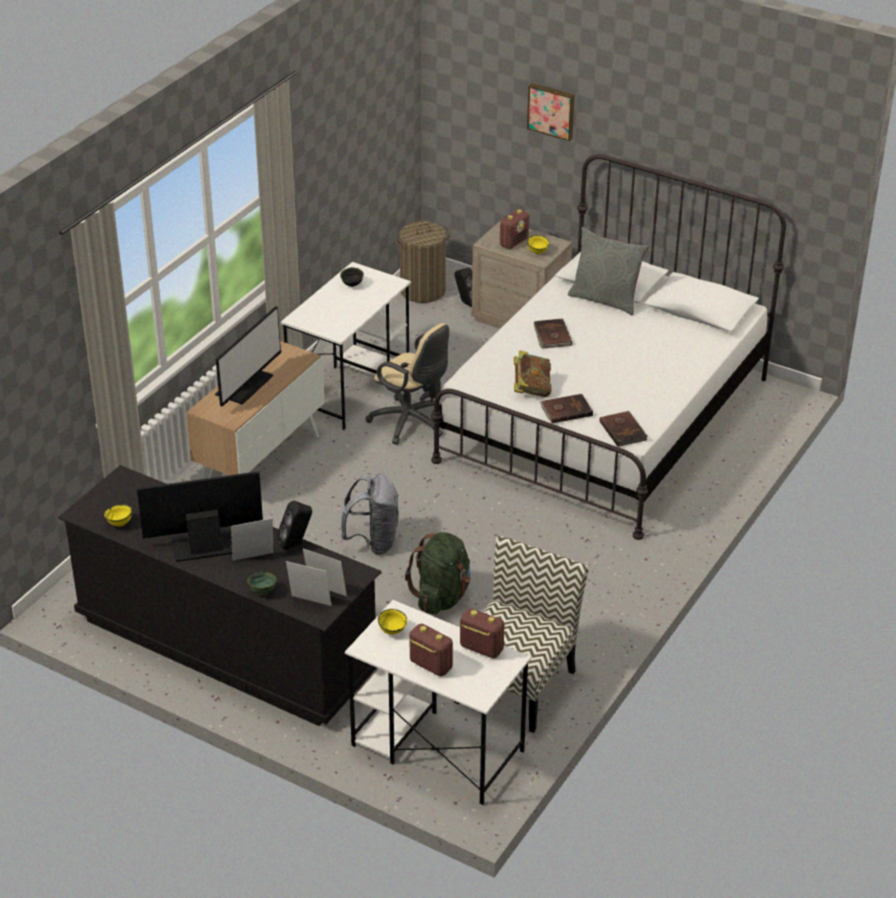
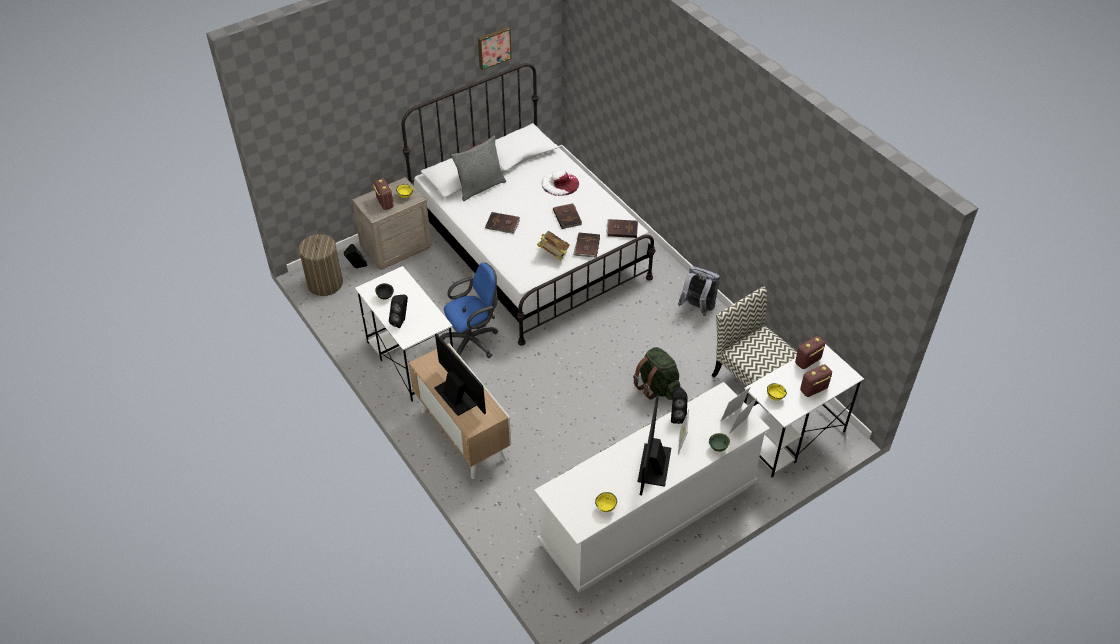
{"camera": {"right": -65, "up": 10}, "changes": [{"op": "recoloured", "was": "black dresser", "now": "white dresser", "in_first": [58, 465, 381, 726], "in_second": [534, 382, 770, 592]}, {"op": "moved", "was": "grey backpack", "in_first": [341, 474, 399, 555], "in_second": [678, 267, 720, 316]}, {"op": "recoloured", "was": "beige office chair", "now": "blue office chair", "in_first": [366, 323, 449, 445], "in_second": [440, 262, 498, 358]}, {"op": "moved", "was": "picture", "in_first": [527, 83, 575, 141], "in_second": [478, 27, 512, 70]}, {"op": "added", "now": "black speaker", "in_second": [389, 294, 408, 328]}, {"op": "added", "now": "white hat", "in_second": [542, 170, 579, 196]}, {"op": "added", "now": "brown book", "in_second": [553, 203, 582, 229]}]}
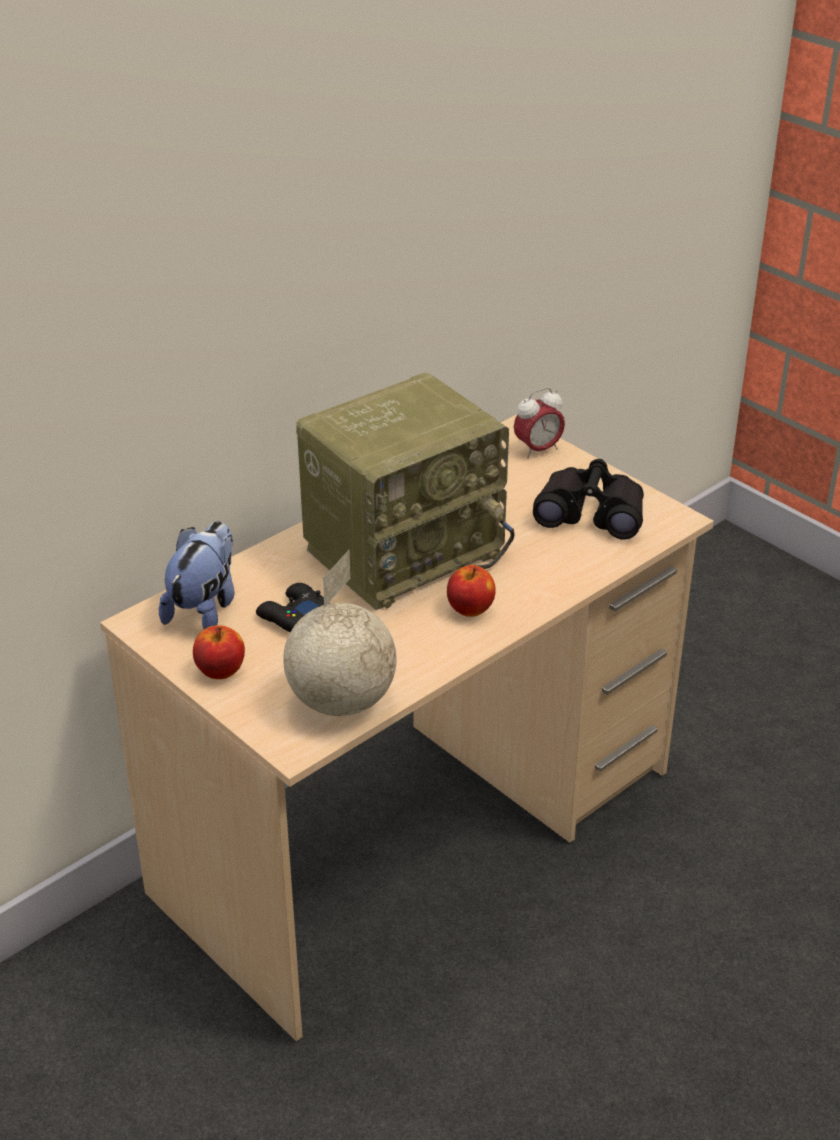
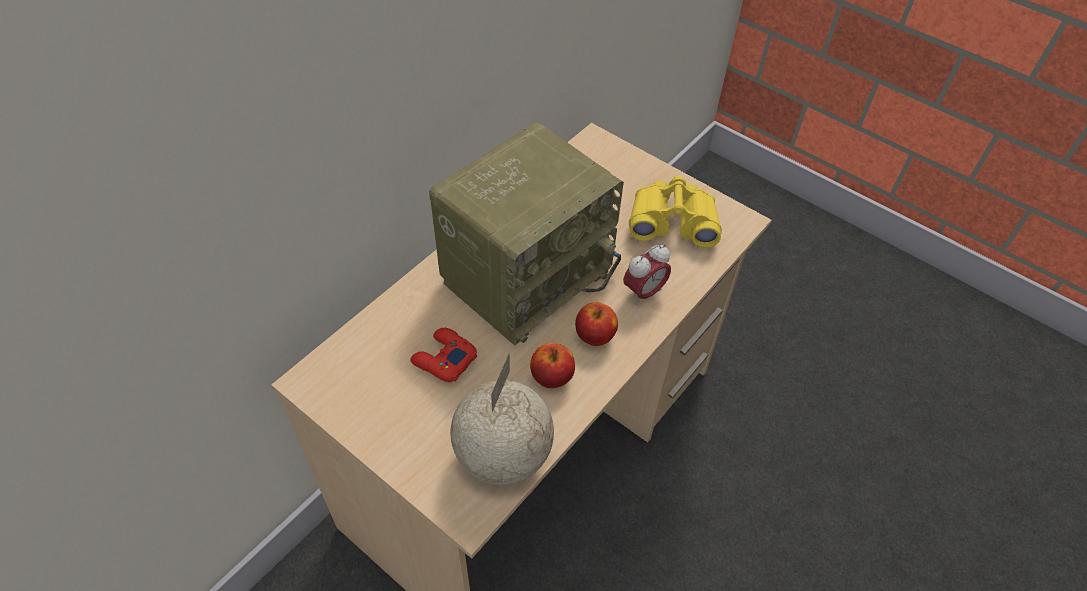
{"camera": {"right": -10, "up": 15}, "changes": [{"op": "removed", "was": "plush toy", "in_first": [159, 521, 235, 629]}, {"op": "moved", "was": "apple", "in_first": [193, 625, 245, 679], "in_second": [530, 343, 575, 388]}, {"op": "recoloured", "was": "black game controller", "now": "red game controller", "in_first": [256, 583, 330, 632], "in_second": [410, 328, 477, 382]}, {"op": "moved", "was": "alarm clock", "in_first": [514, 387, 565, 459], "in_second": [623, 244, 671, 305]}, {"op": "recoloured", "was": "black binoculars", "now": "yellow binoculars", "in_first": [533, 459, 644, 539], "in_second": [629, 176, 722, 248]}]}
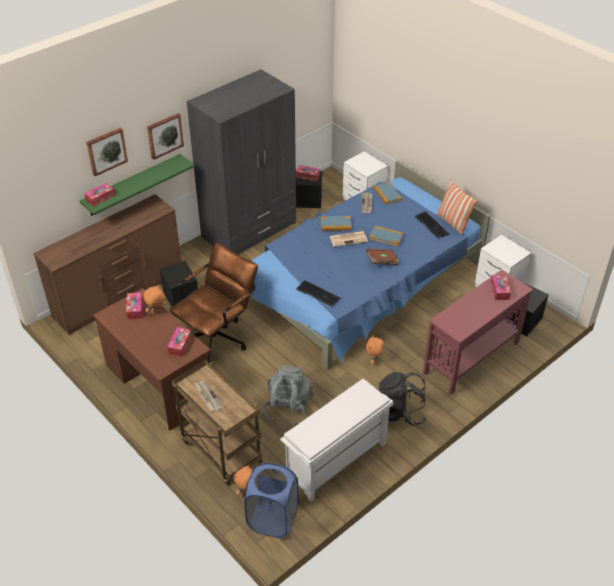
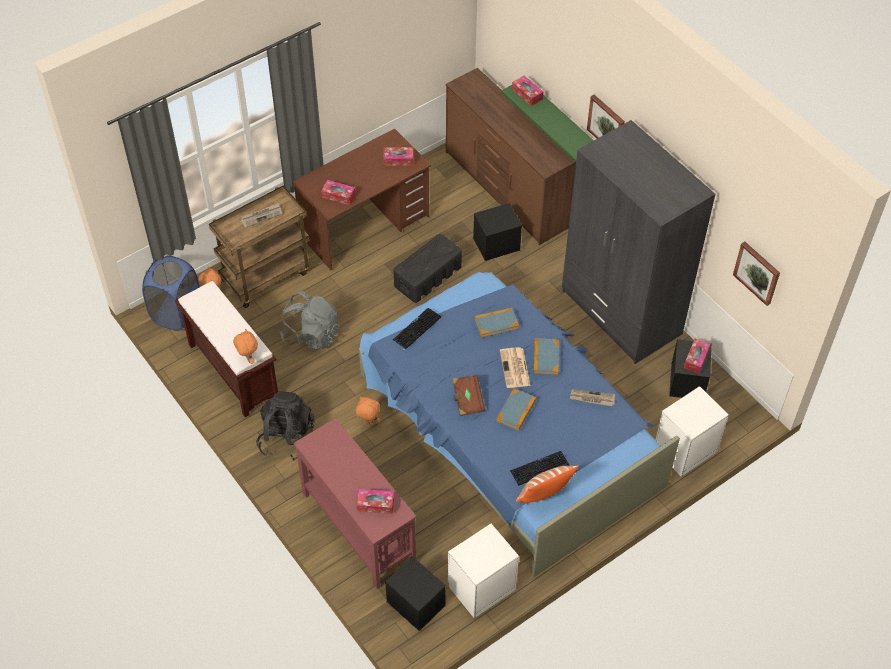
{"camera": {"right": 95, "up": 10}, "changes": [{"op": "moved", "was": "picture", "in_first": [86, 128, 128, 176], "in_second": [733, 241, 780, 306]}, {"op": "moved", "was": "orange plush toy", "in_first": [143, 285, 166, 315], "in_second": [233, 329, 258, 364]}, {"op": "replaced", "was": "brown office chair", "now": "black storage box", "in_first": [169, 242, 258, 363], "in_second": [394, 234, 462, 303]}, {"op": "recoloured", "was": "white bench", "now": "brown bench", "in_first": [280, 379, 393, 502], "in_second": [175, 281, 278, 417]}, {"op": "moved", "was": "book", "in_first": [374, 182, 402, 205], "in_second": [474, 308, 519, 337]}]}
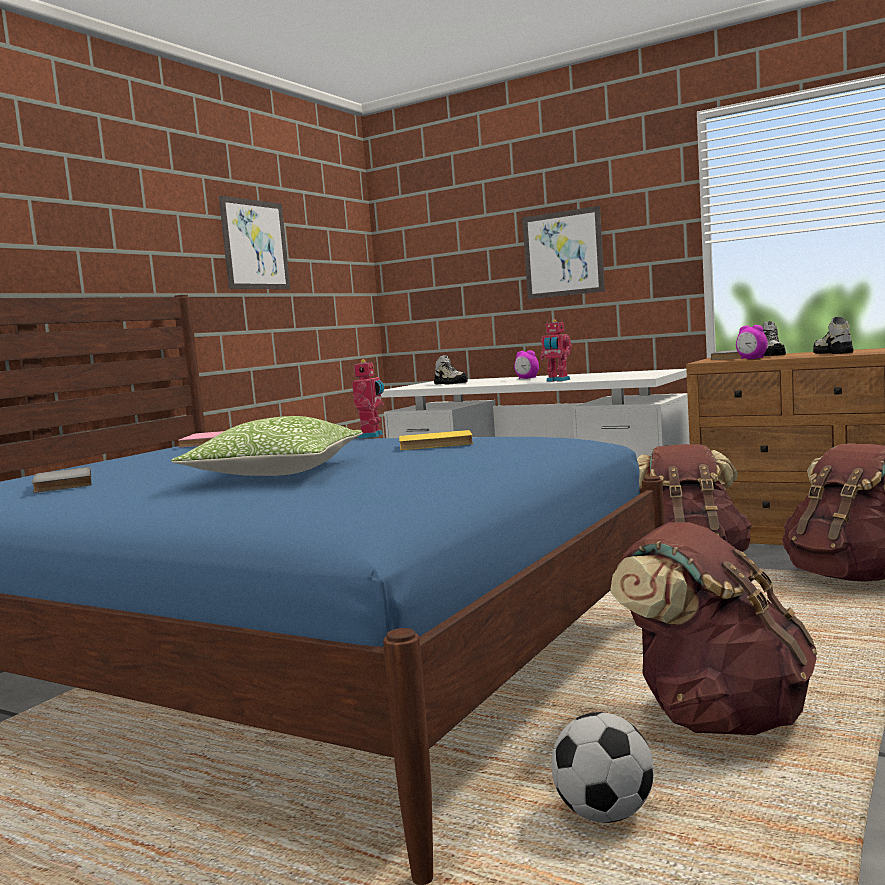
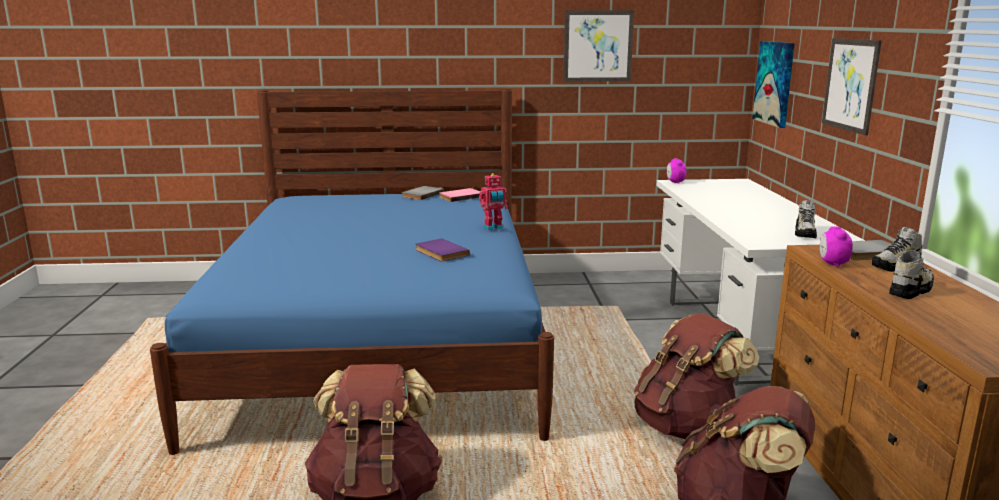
{"camera": {"right": 55, "up": 10}, "changes": [{"op": "moved", "was": "grey book", "in_first": [32, 467, 91, 493], "in_second": [402, 186, 444, 200]}, {"op": "removed", "was": "pillow", "in_first": [171, 416, 363, 476]}, {"op": "recoloured", "was": "yellow book", "now": "purple book", "in_first": [399, 430, 473, 450], "in_second": [416, 239, 470, 262]}, {"op": "moved", "was": "shoe", "in_first": [434, 355, 468, 384], "in_second": [795, 200, 817, 238]}, {"op": "moved", "was": "alarm clock", "in_first": [514, 350, 539, 379], "in_second": [667, 158, 686, 184]}, {"op": "removed", "was": "toy robot", "in_first": [540, 319, 572, 382]}, {"op": "removed", "was": "football", "in_first": [551, 712, 654, 823]}, {"op": "added", "now": "picture", "in_second": [752, 41, 795, 128]}]}
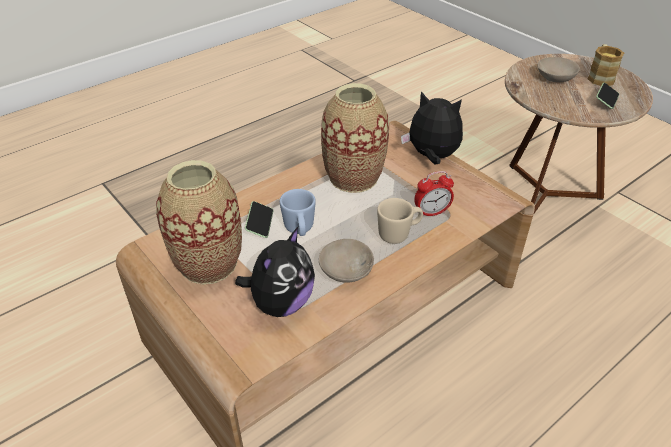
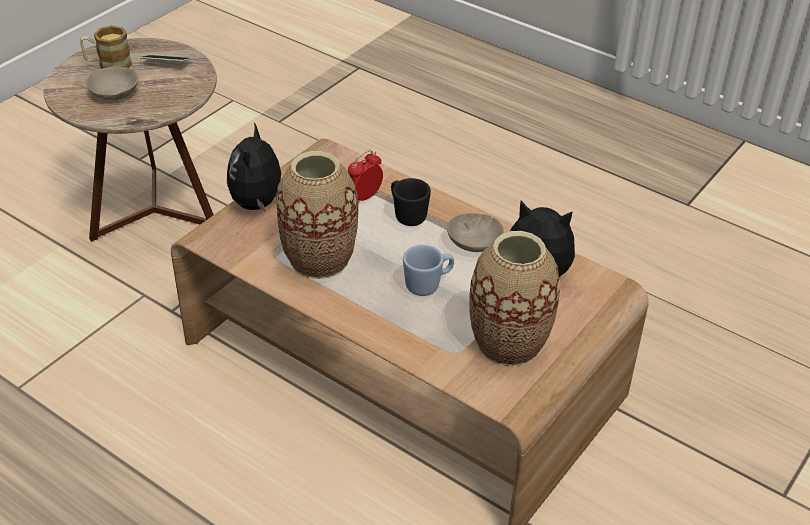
{"camera": {"right": -105, "up": 0}, "changes": [{"op": "removed", "was": "phone", "in_first": [245, 201, 274, 238]}, {"op": "recoloured", "was": "beige mug", "now": "black mug", "in_first": [377, 198, 423, 244], "in_second": [391, 178, 431, 226]}, {"op": "turned", "was": "alarm clock", "in_first": [414, 171, 454, 216], "in_second": [348, 150, 383, 204], "clockwise": -105}]}
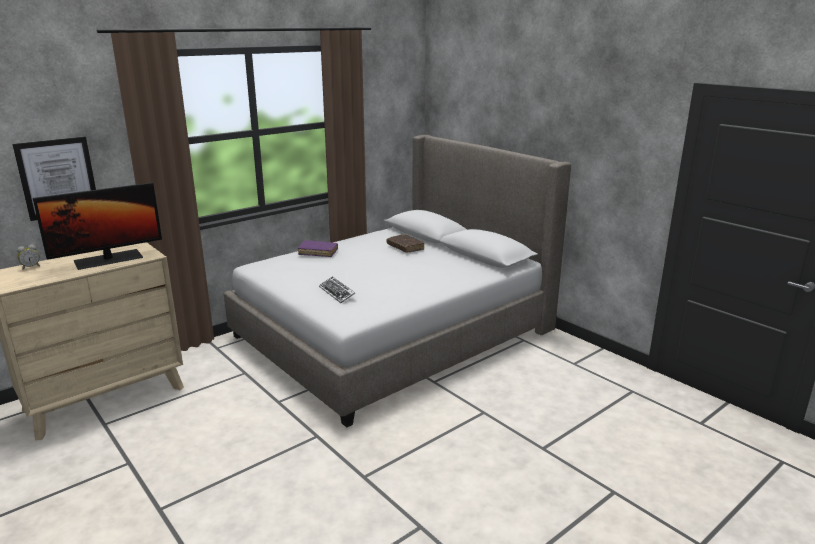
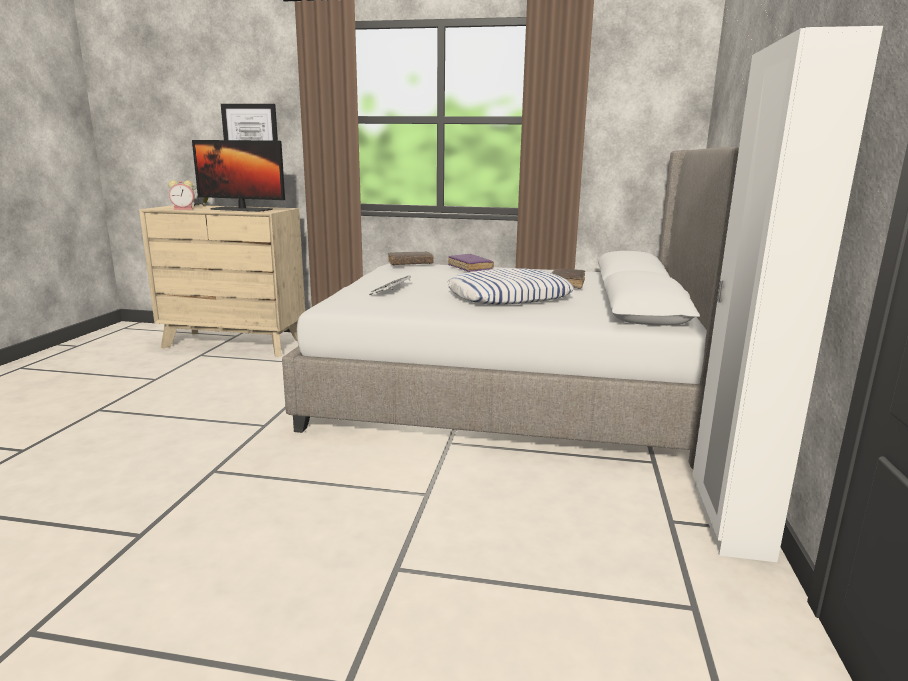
{"camera": {"right": 50, "up": -5}, "changes": [{"op": "added", "now": "alarm clock", "in_second": [168, 180, 195, 210]}, {"op": "added", "now": "brown book", "in_second": [388, 251, 434, 265]}, {"op": "added", "now": "pillow", "in_second": [447, 268, 574, 305]}, {"op": "added", "now": "white wardrobe", "in_second": [692, 26, 883, 562]}]}
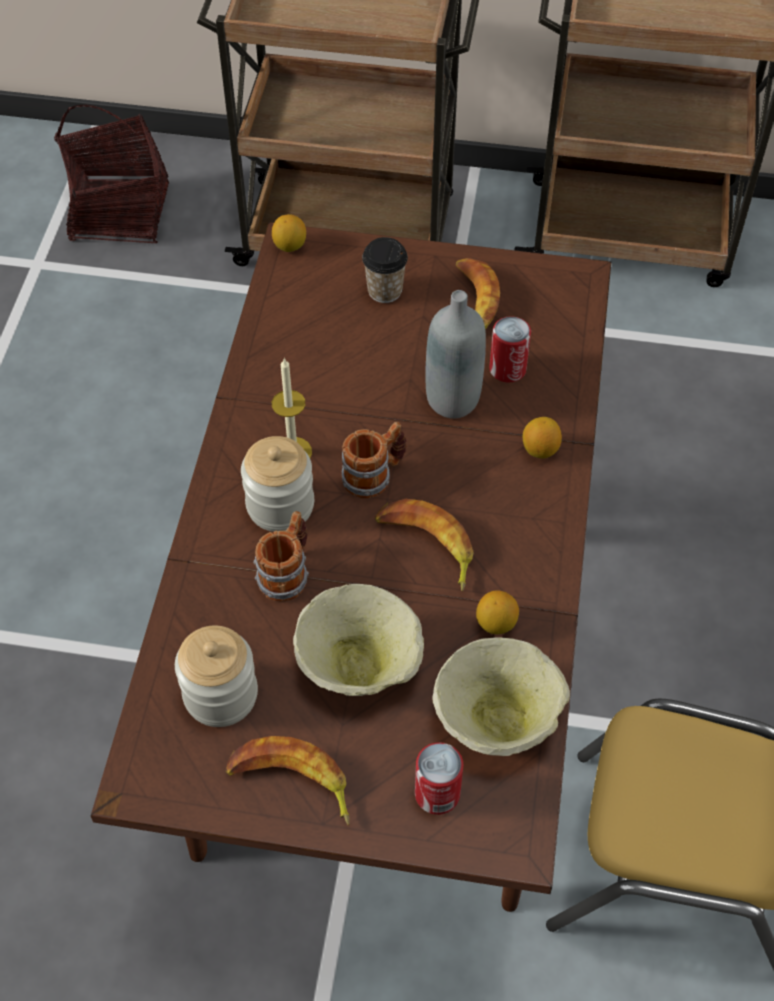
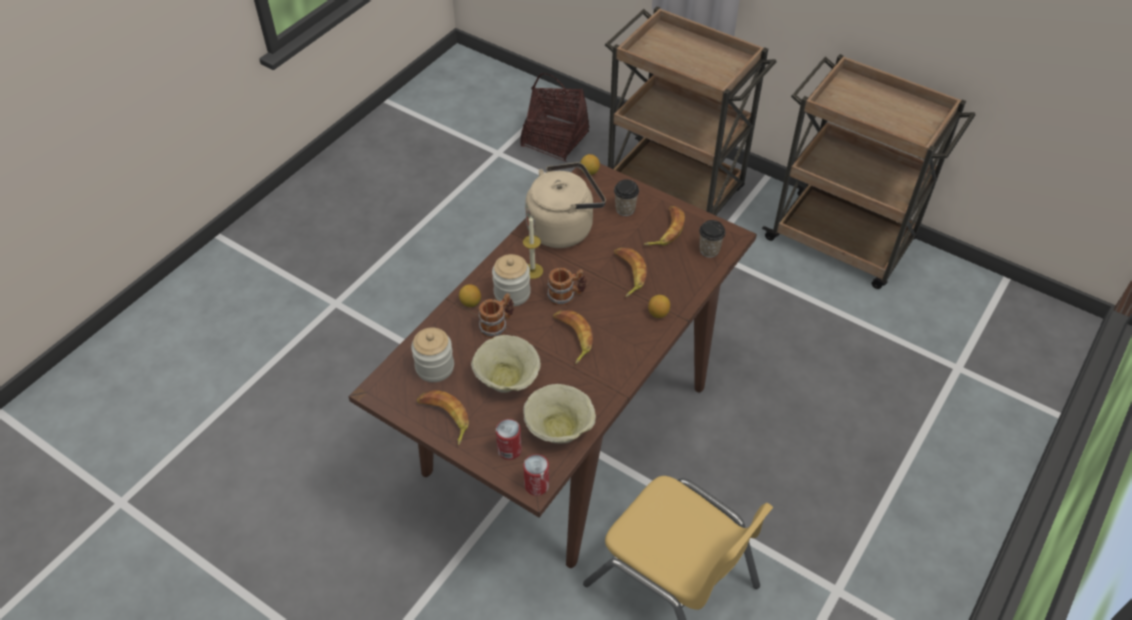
{"camera": {"right": 25, "up": -5}, "changes": [{"op": "replaced", "was": "grey bottle", "now": "banana", "in_first": [426, 290, 486, 419], "in_second": [614, 247, 647, 297]}, {"op": "moved", "was": "lemon", "in_first": [476, 590, 519, 634], "in_second": [459, 284, 481, 307]}, {"op": "moved", "was": "can", "in_first": [489, 316, 531, 382], "in_second": [523, 454, 549, 496]}, {"op": "added", "now": "beige kettle", "in_second": [525, 162, 606, 248]}, {"op": "added", "now": "cup", "in_second": [699, 220, 726, 258]}]}
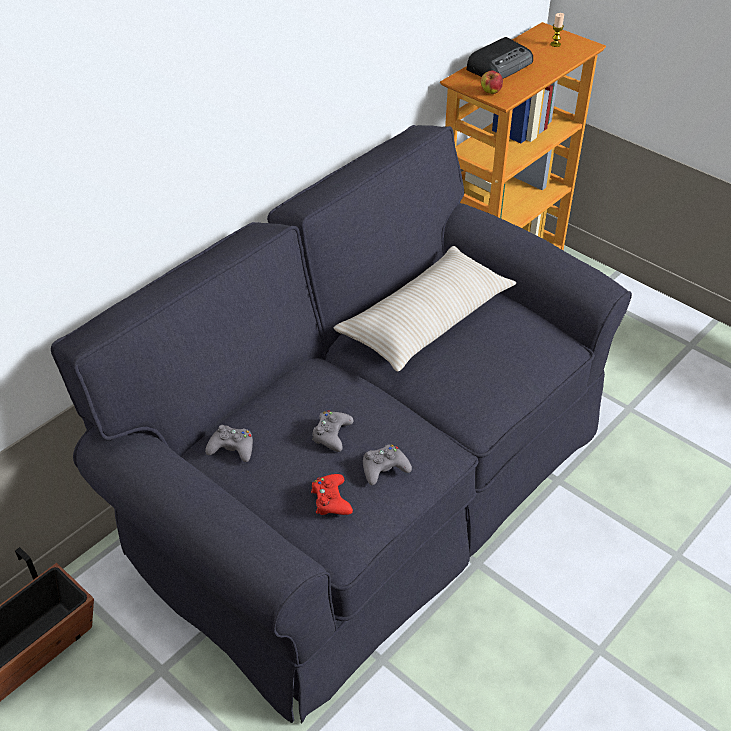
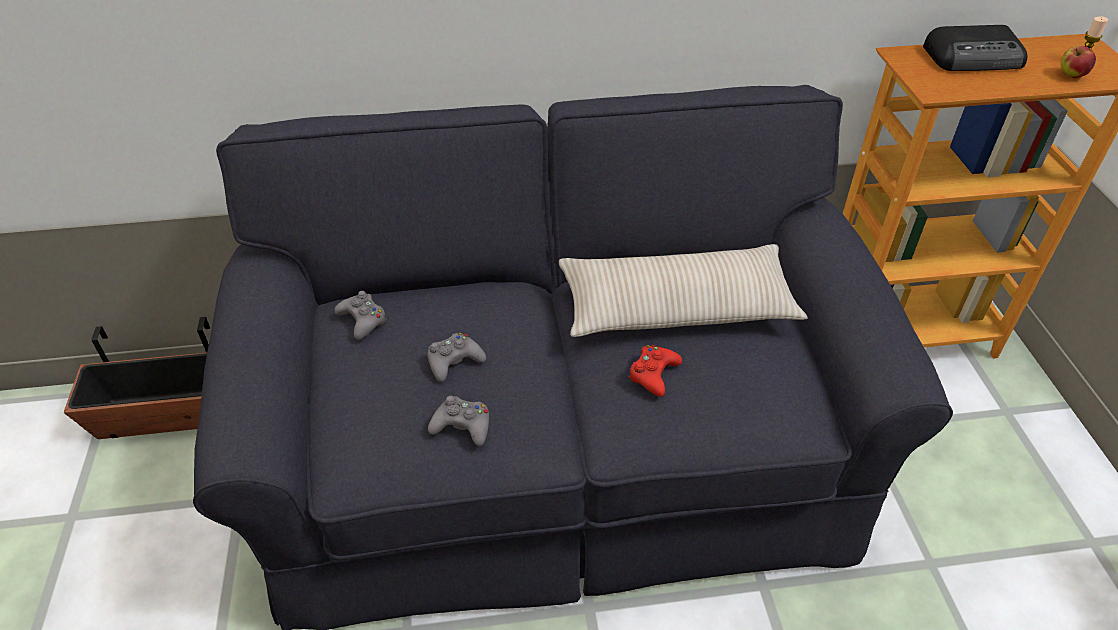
{"camera": {"right": 40, "up": 0}, "changes": [{"op": "moved", "was": "red game controller", "in_first": [311, 474, 353, 515], "in_second": [628, 345, 682, 397]}, {"op": "moved", "was": "apple", "in_first": [480, 71, 503, 94], "in_second": [1061, 46, 1096, 78]}]}
